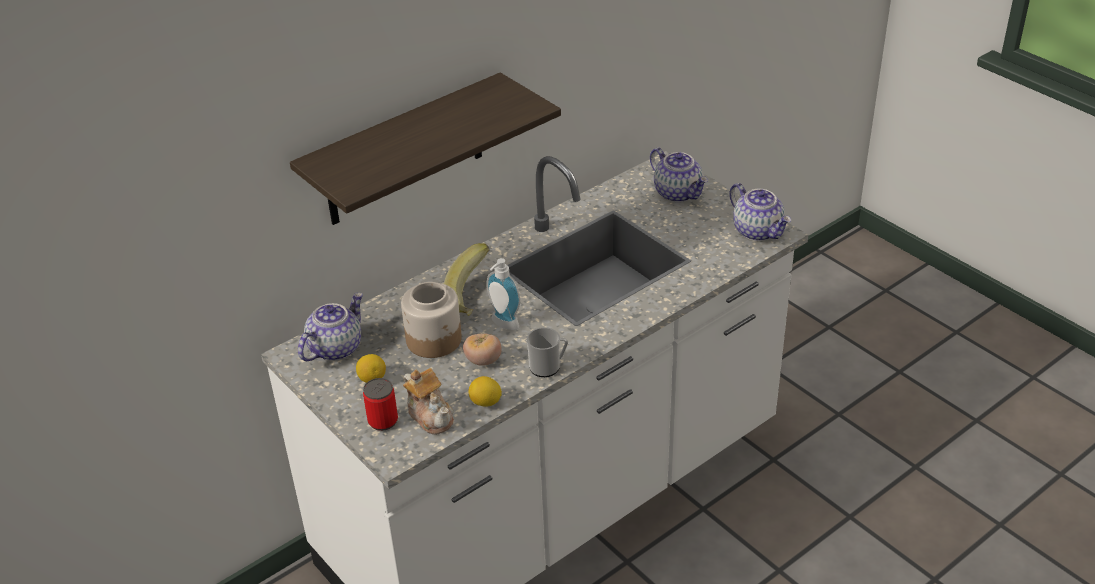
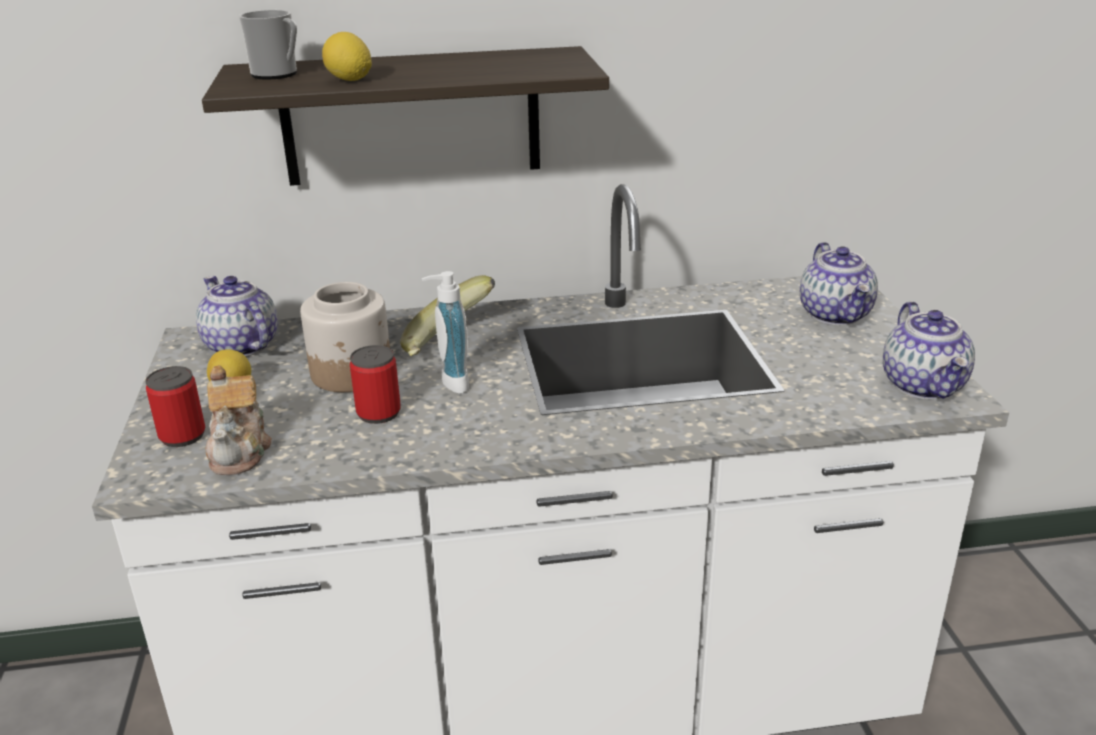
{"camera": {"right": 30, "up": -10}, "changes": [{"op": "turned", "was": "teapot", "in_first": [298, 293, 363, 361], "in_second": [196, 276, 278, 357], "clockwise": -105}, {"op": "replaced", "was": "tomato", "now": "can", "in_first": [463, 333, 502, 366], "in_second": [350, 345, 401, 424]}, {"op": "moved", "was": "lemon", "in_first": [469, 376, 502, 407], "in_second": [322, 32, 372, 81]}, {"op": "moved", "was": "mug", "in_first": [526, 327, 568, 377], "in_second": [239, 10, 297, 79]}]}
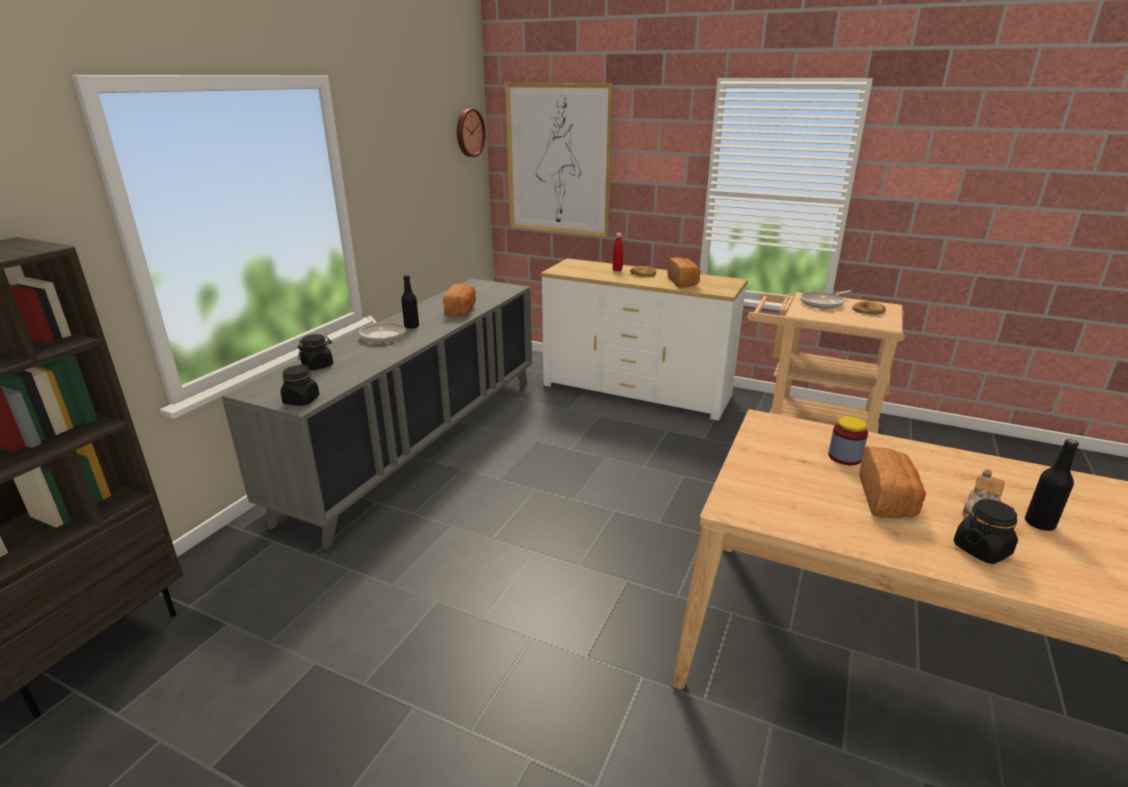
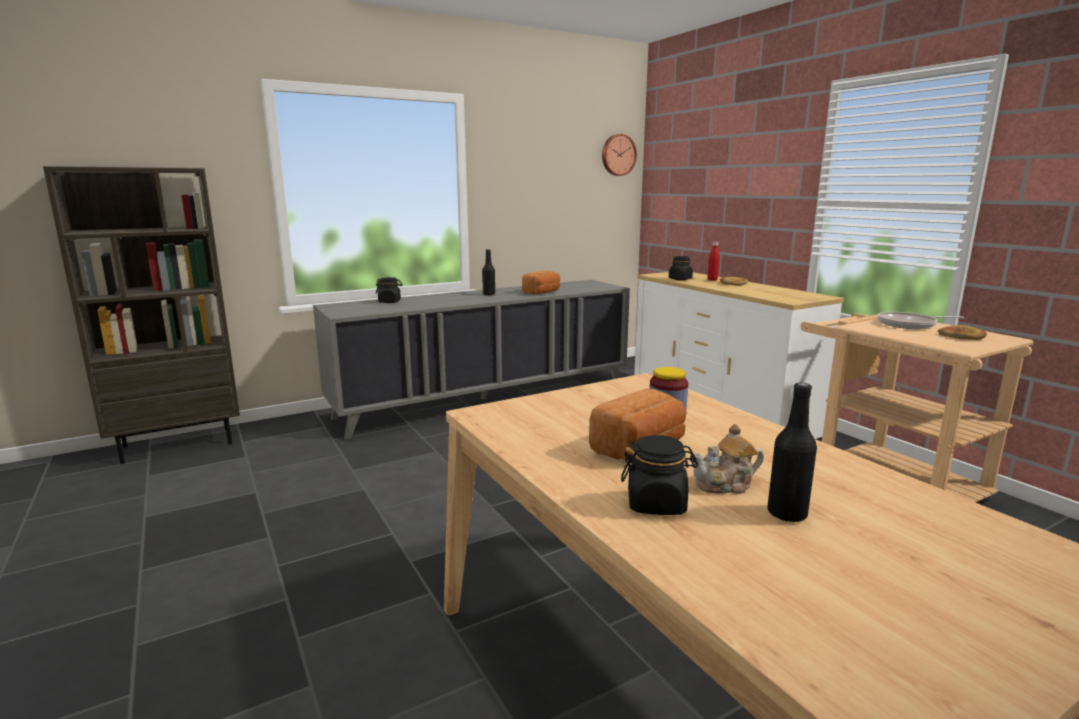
{"camera": {"right": 35, "up": -10}, "changes": [{"op": "moved", "was": "black jar", "in_first": [281, 365, 319, 406], "in_second": [669, 256, 693, 280]}, {"op": "removed", "was": "frying pan", "in_first": [359, 316, 406, 343]}, {"op": "removed", "was": "picture", "in_first": [505, 83, 613, 237]}, {"op": "removed", "was": "bread", "in_first": [668, 257, 701, 288]}]}
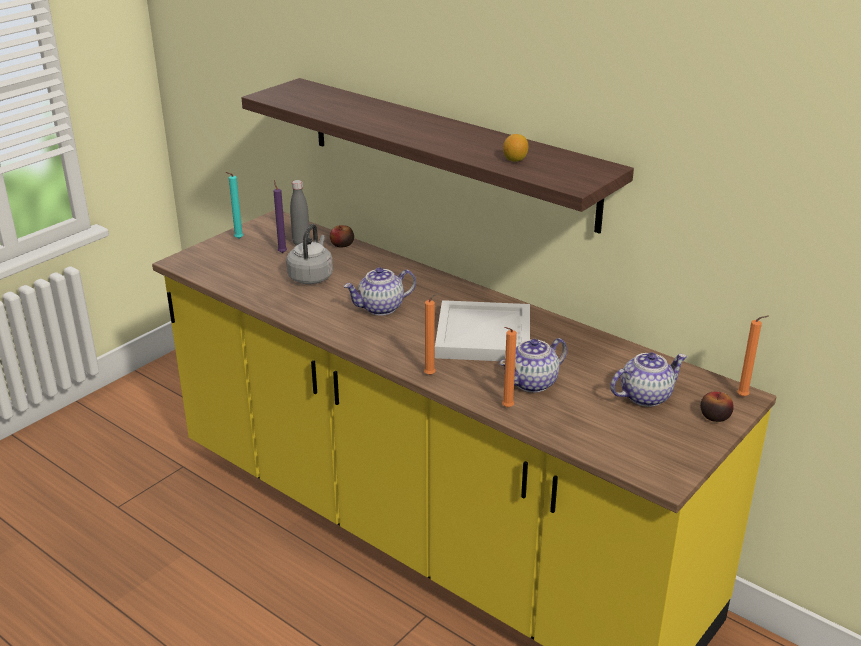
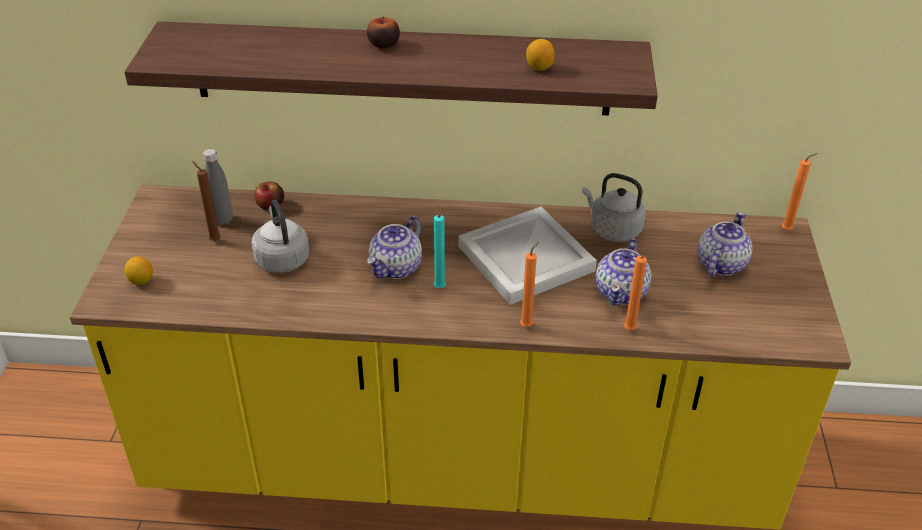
{"camera": {"right": -35, "up": 10}, "changes": [{"op": "moved", "was": "turquoise candle", "in_first": [225, 172, 243, 239], "in_second": [434, 215, 446, 288]}, {"op": "recoloured", "was": "purple candle", "now": "brown candle", "in_first": [274, 180, 287, 253], "in_second": [192, 161, 220, 241]}, {"op": "moved", "was": "apple", "in_first": [700, 392, 734, 422], "in_second": [367, 16, 400, 49]}, {"op": "added", "now": "lemon", "in_second": [124, 257, 153, 285]}, {"op": "added", "now": "grey kettle", "in_second": [582, 173, 646, 242]}]}
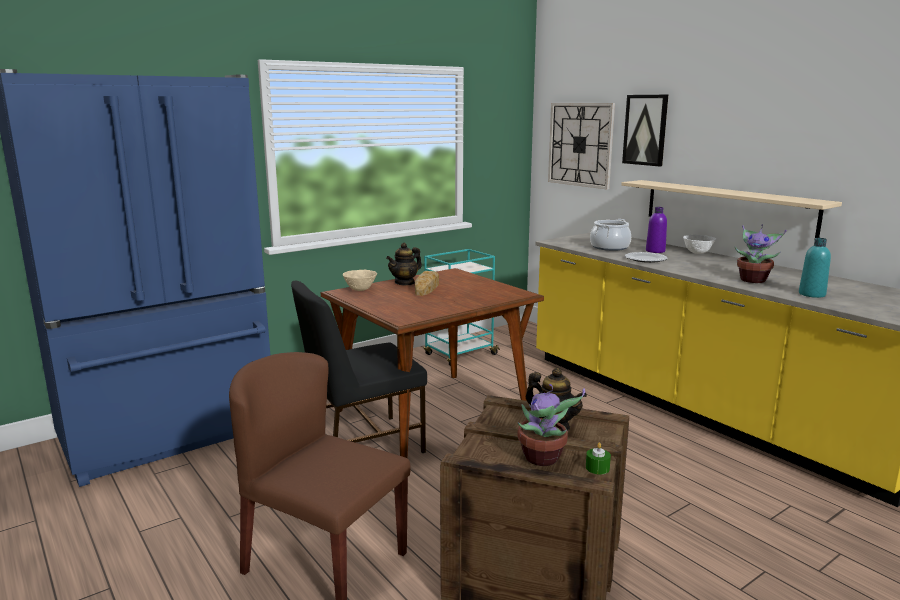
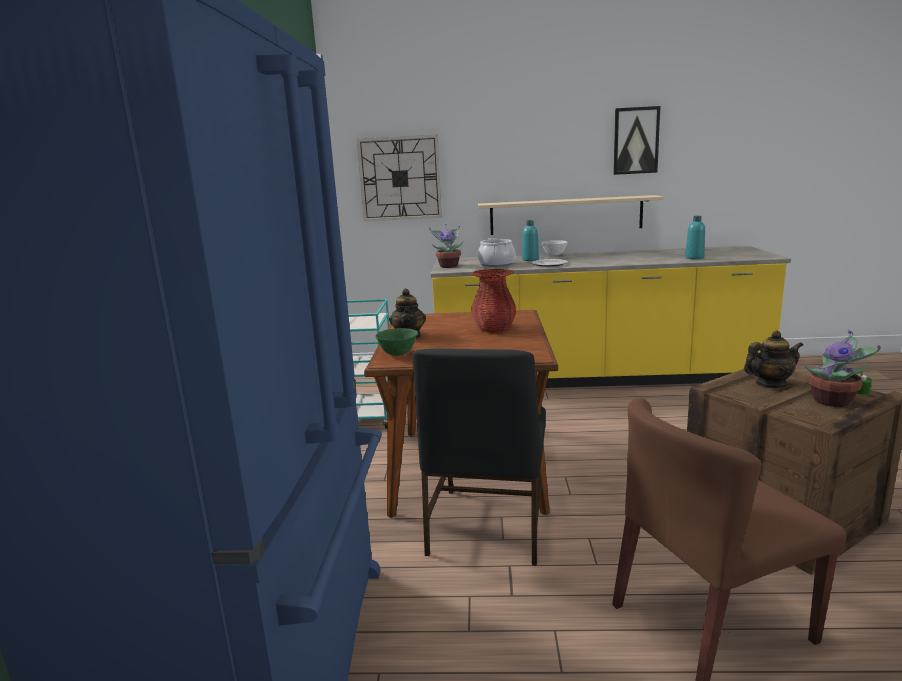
{"camera": {"right": -50, "up": 0}, "changes": [{"op": "recoloured", "was": "beige bowl", "now": "green bowl", "in_first": [343, 270, 377, 291], "in_second": [375, 328, 418, 356]}, {"op": "removed", "was": "bread", "in_first": [415, 271, 439, 296]}, {"op": "moved", "was": "picture", "in_first": [622, 95, 668, 166], "in_second": [613, 106, 661, 175]}, {"op": "recoloured", "was": "purple bottle", "now": "turquoise bottle", "in_first": [646, 207, 667, 253], "in_second": [522, 220, 539, 261]}, {"op": "moved", "was": "potted plant", "in_first": [734, 225, 787, 283], "in_second": [429, 225, 464, 268]}, {"op": "added", "now": "red vase", "in_second": [471, 269, 516, 333]}]}
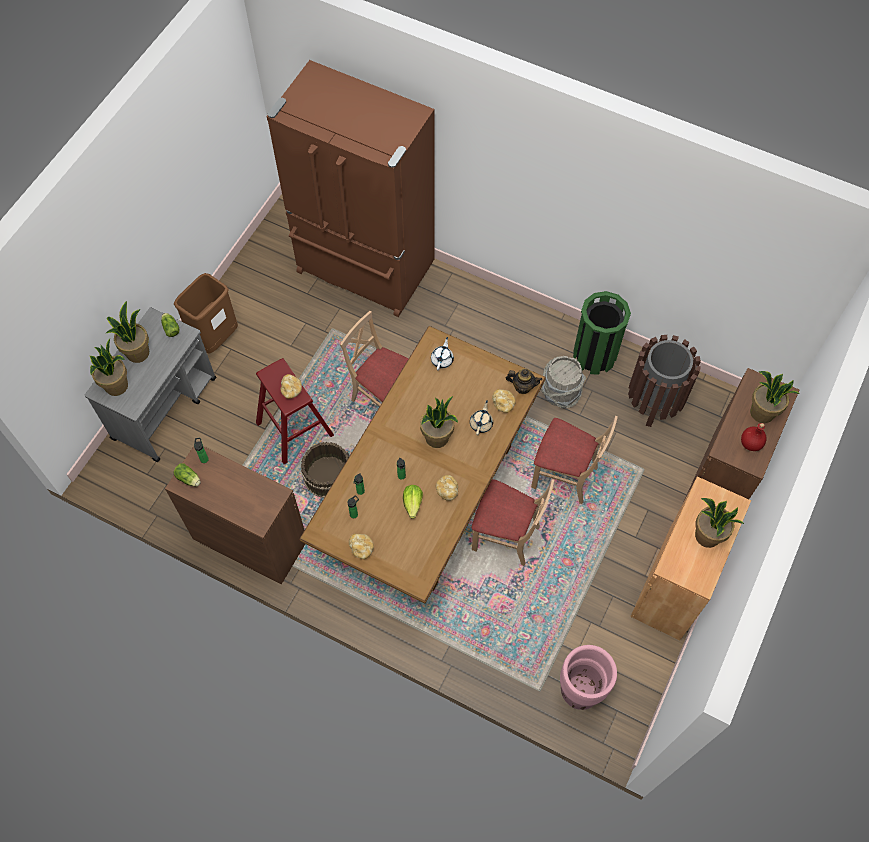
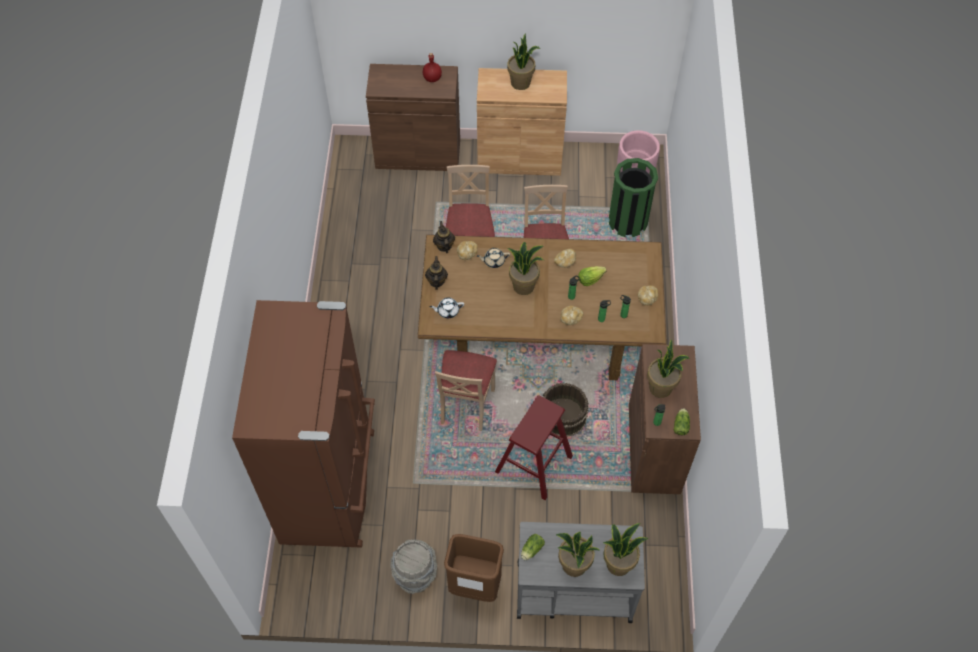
{"camera": {"right": -115, "up": -5}, "changes": [{"op": "moved", "was": "bread", "in_first": [281, 374, 302, 399], "in_second": [561, 305, 583, 325]}, {"op": "moved", "was": "grey bucket", "in_first": [541, 356, 586, 408], "in_second": [390, 539, 437, 594]}, {"op": "moved", "was": "green trash can", "in_first": [573, 291, 631, 375], "in_second": [609, 158, 658, 237]}, {"op": "removed", "was": "brown trash can", "in_first": [628, 335, 701, 427]}, {"op": "moved", "was": "potted plant", "in_first": [750, 371, 800, 423], "in_second": [647, 339, 690, 398]}, {"op": "added", "now": "teapot", "in_second": [425, 256, 448, 290]}]}
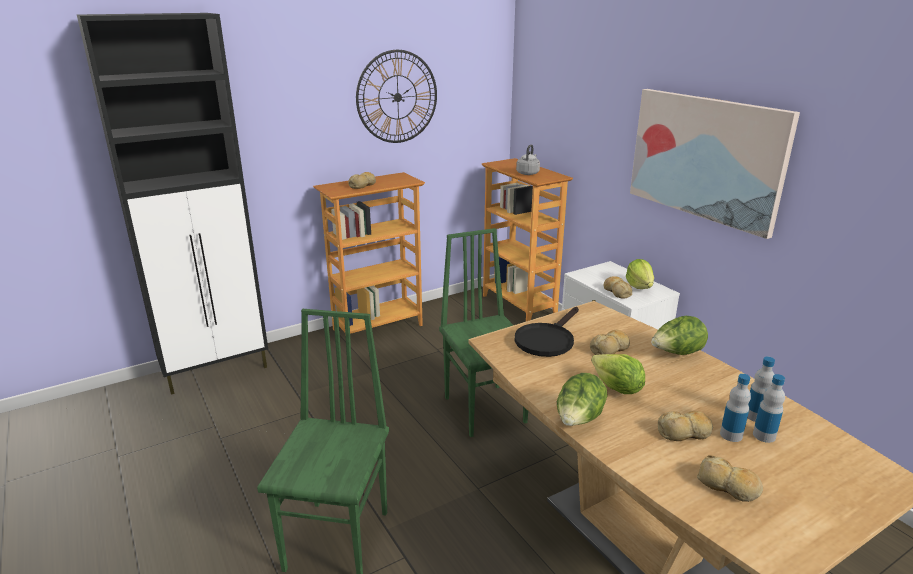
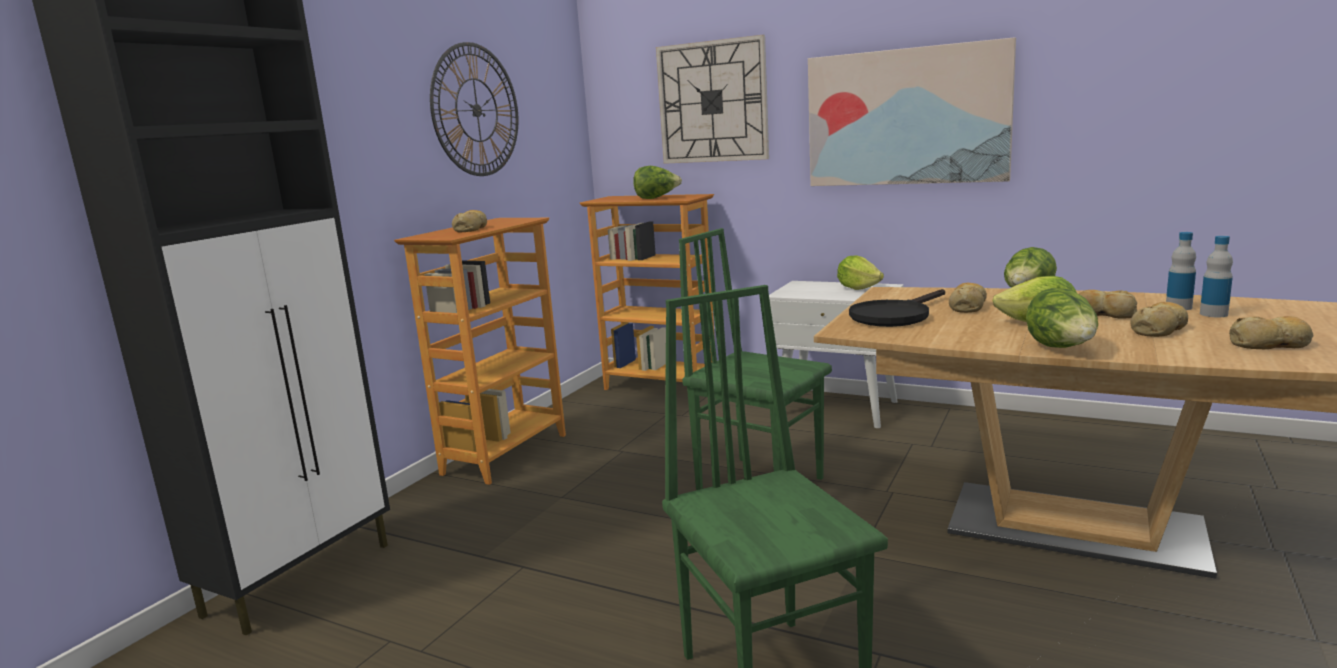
{"camera": {"right": -30, "up": -10}, "changes": [{"op": "turned", "was": "black frying pan", "in_first": [515, 307, 579, 357], "in_second": [849, 289, 945, 327], "clockwise": 45}, {"op": "replaced", "was": "grey kettle", "now": "lettuce", "in_first": [516, 144, 540, 175], "in_second": [633, 166, 682, 199]}, {"op": "moved", "was": "bread", "in_first": [604, 276, 632, 299], "in_second": [1079, 290, 1137, 319]}, {"op": "removed", "was": "bottle", "in_first": [720, 374, 751, 442]}, {"op": "added", "now": "wall clock", "in_second": [656, 35, 769, 164]}]}
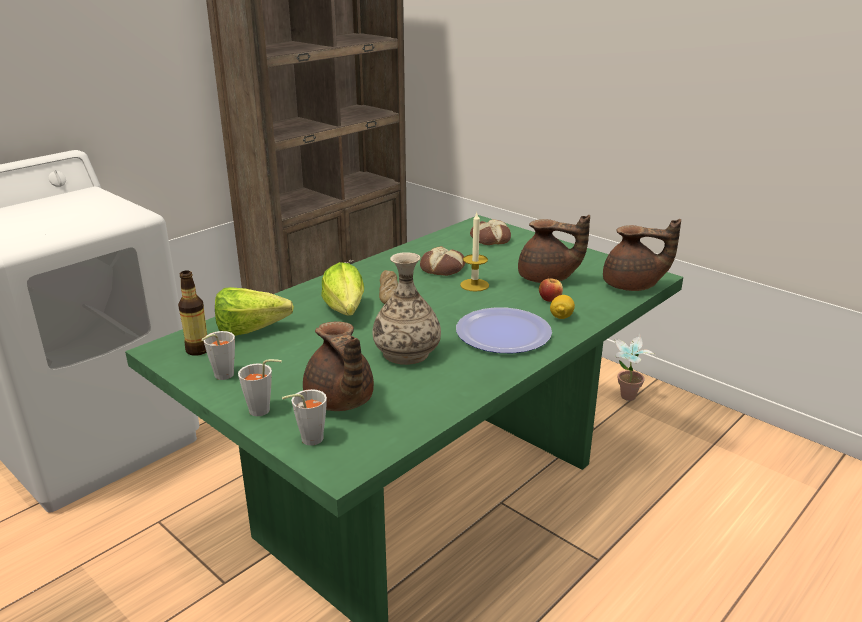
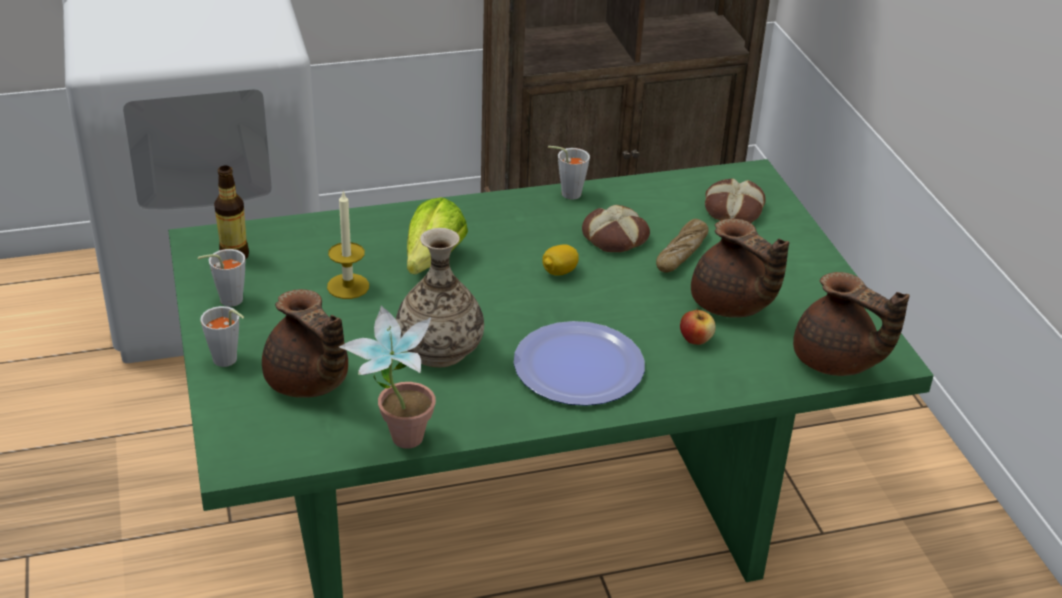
{"camera": {"right": 30, "up": 10}, "changes": [{"op": "removed", "was": "lettuce", "in_first": [215, 287, 294, 336]}, {"op": "moved", "was": "grey cup", "in_first": [282, 389, 327, 446], "in_second": [548, 146, 590, 199]}, {"op": "turned", "was": "brown teapot", "in_first": [303, 322, 374, 411], "in_second": [262, 289, 348, 398], "clockwise": -45}, {"op": "moved", "was": "bread", "in_first": [379, 270, 398, 304], "in_second": [656, 219, 709, 272]}, {"op": "moved", "was": "candle", "in_first": [460, 213, 489, 292], "in_second": [327, 190, 369, 299]}, {"op": "moved", "was": "lemon", "in_first": [550, 295, 575, 319], "in_second": [542, 244, 579, 276]}, {"op": "moved", "was": "potted plant", "in_first": [614, 334, 655, 401], "in_second": [339, 306, 436, 449]}]}
